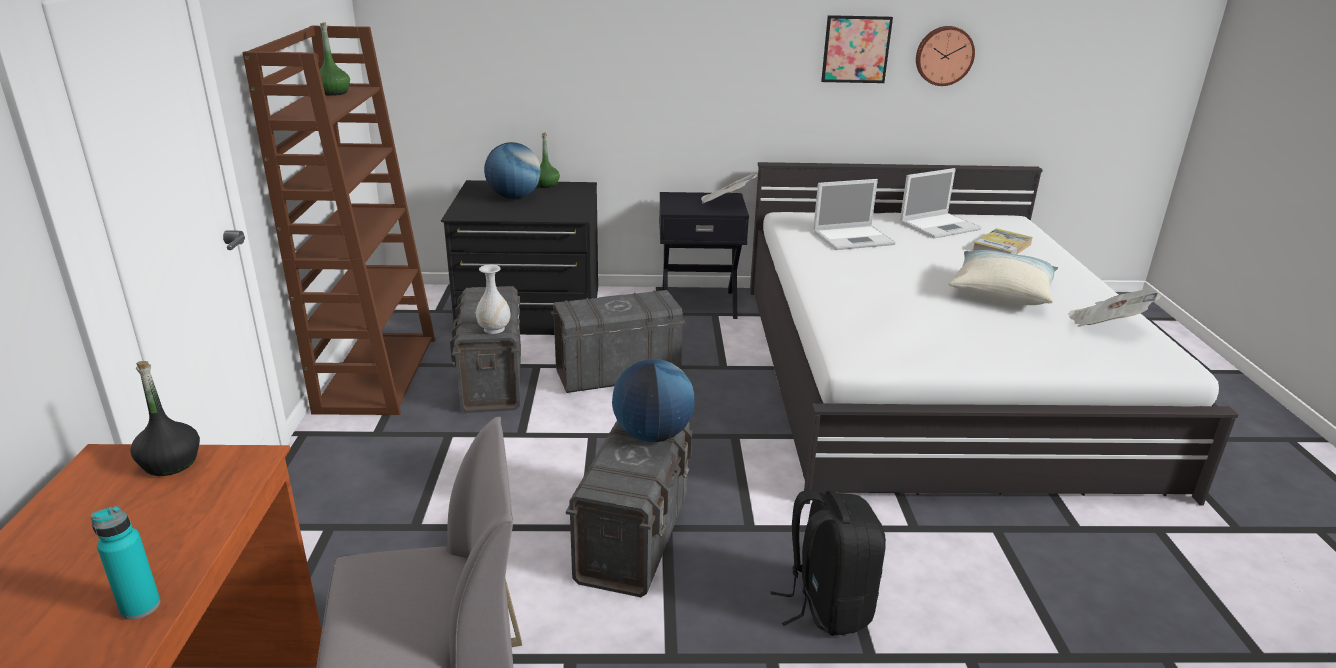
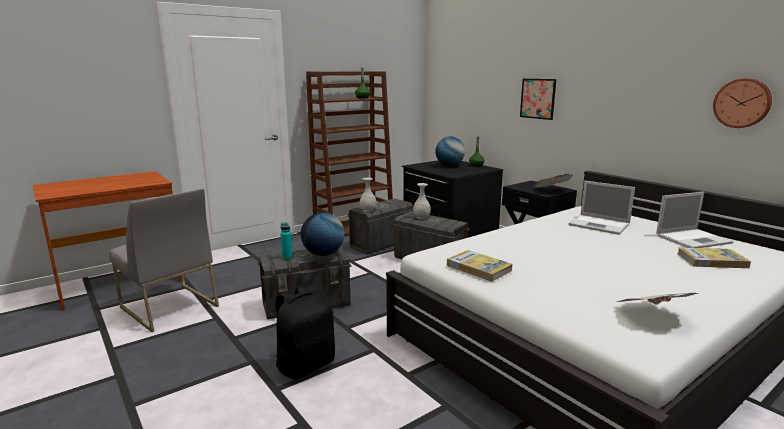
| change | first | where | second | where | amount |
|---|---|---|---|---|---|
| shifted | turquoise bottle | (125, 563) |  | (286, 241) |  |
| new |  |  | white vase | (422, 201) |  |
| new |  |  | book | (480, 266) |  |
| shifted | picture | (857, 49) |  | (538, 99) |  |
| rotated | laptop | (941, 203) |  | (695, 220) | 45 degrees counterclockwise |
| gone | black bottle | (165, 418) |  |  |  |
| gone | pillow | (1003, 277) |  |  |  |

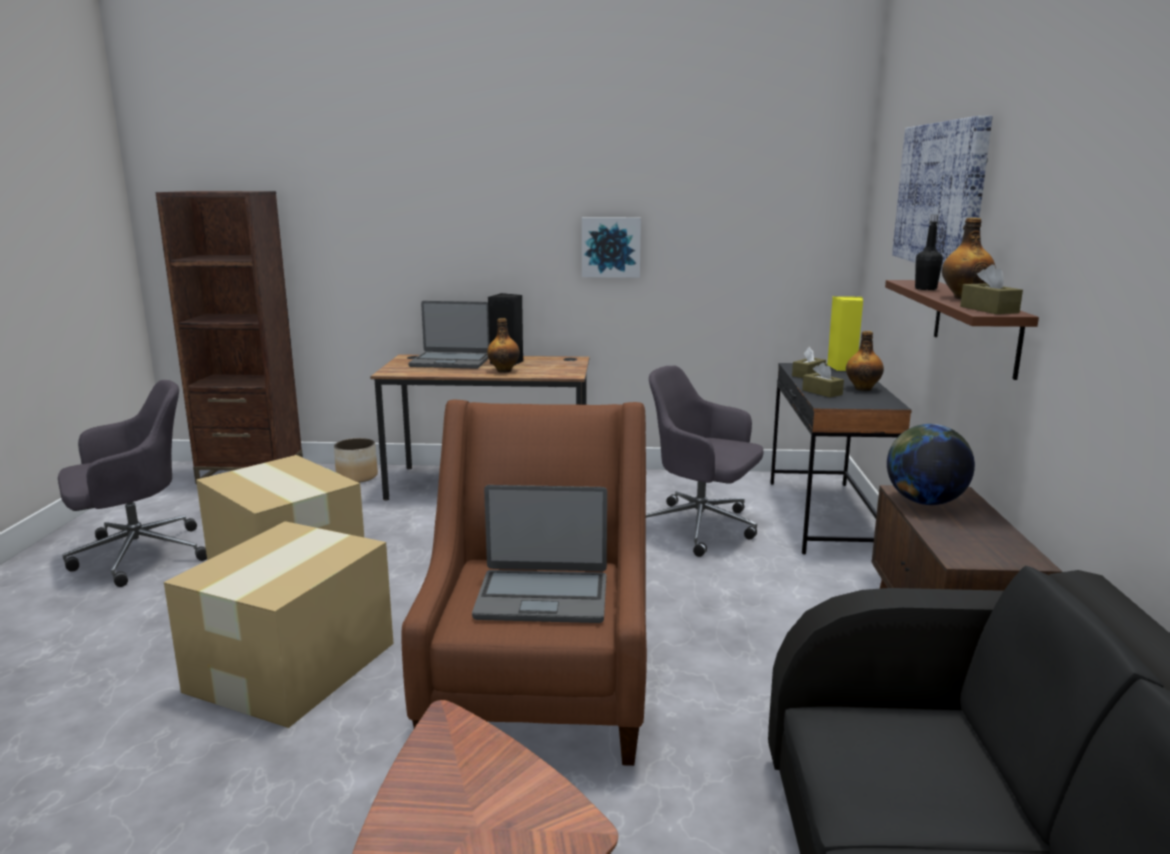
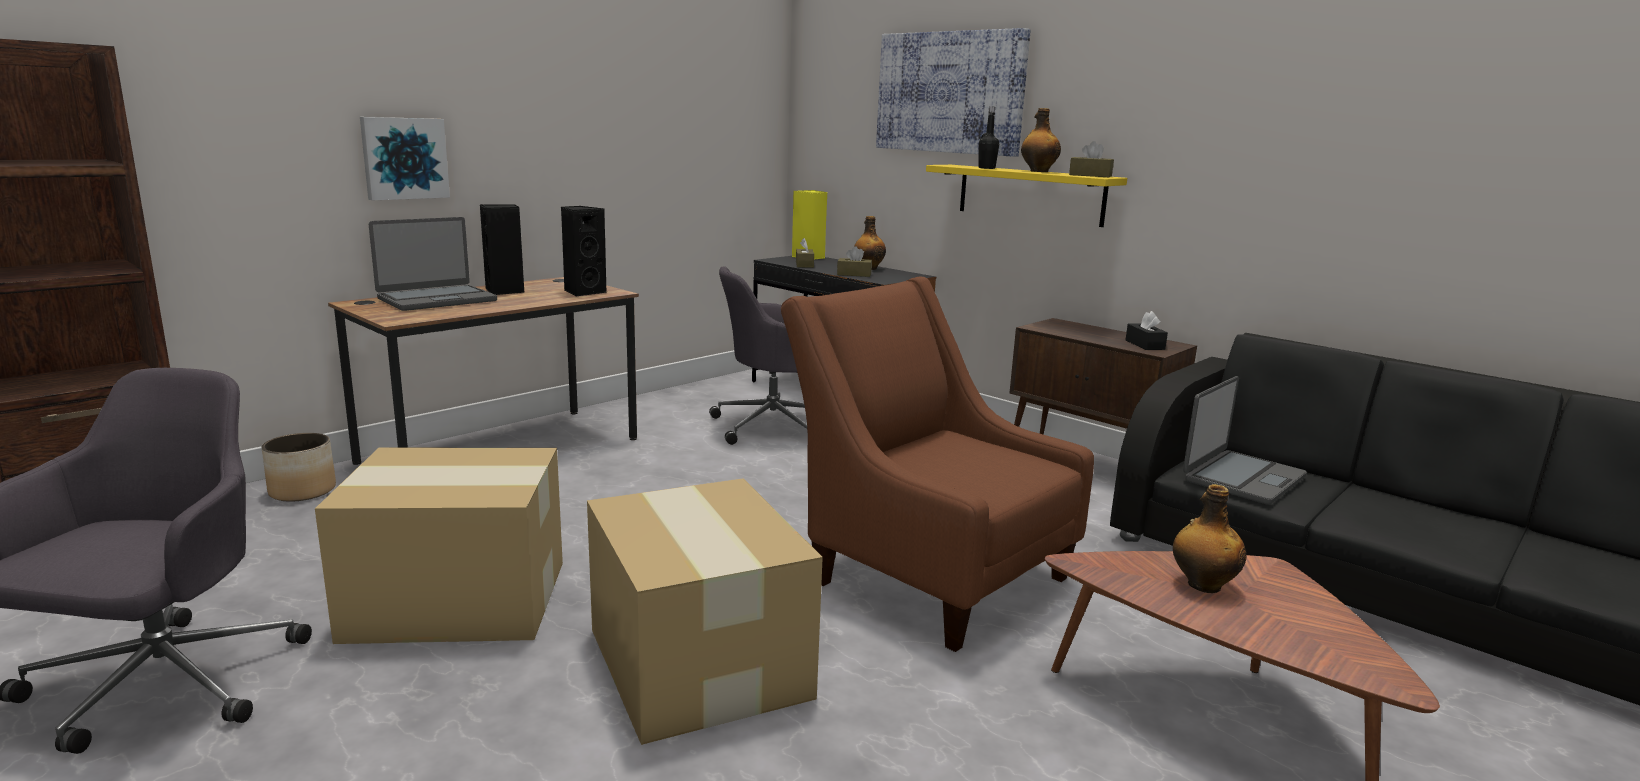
| change | first | where | second | where | amount |
|---|---|---|---|---|---|
| shifted | picture | (611, 247) |  | (405, 158) |  |
| new |  |  | black speaker | (584, 251) |  |
| repainted | brown shelf | (962, 330) | yellow shelf | (1026, 196) |  |
| new |  |  | black tissue box | (1147, 330) |  |
| shifted | bottle | (503, 345) |  | (1210, 538) |  |
| shifted | laptop | (539, 554) |  | (1245, 440) |  |
| gone | globe | (931, 464) |  |  |  |

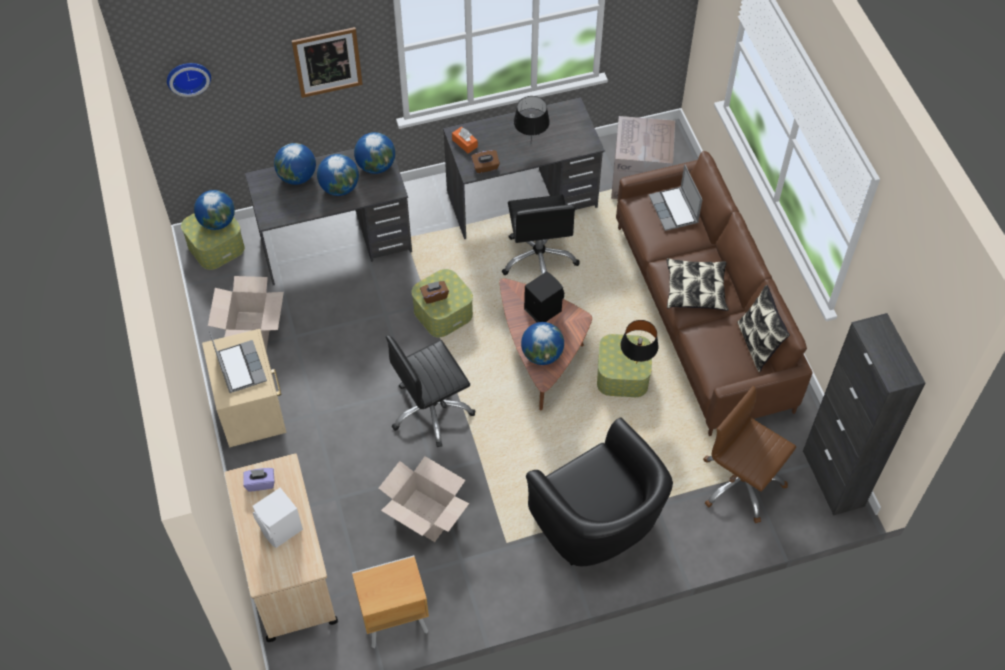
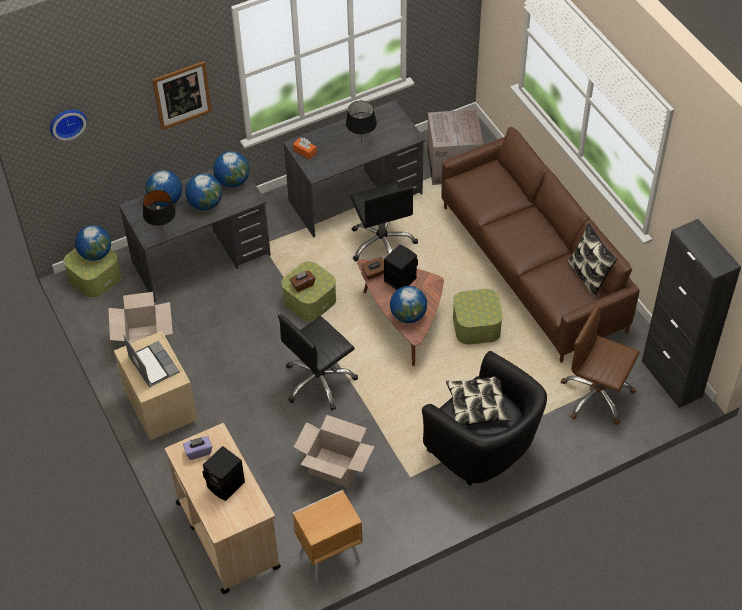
| change | first | where | second | where | amount |
|---|---|---|---|---|---|
| shifted | black table lamp | (639, 342) |  | (159, 210) |  |
| repainted | white speaker | (278, 518) | black speaker | (224, 473) |  |
| shifted | brown tissue box | (485, 161) |  | (372, 268) |  |
| shifted | pillow | (698, 284) |  | (479, 401) |  |
| gone | laptop | (676, 197) |  |  |  |

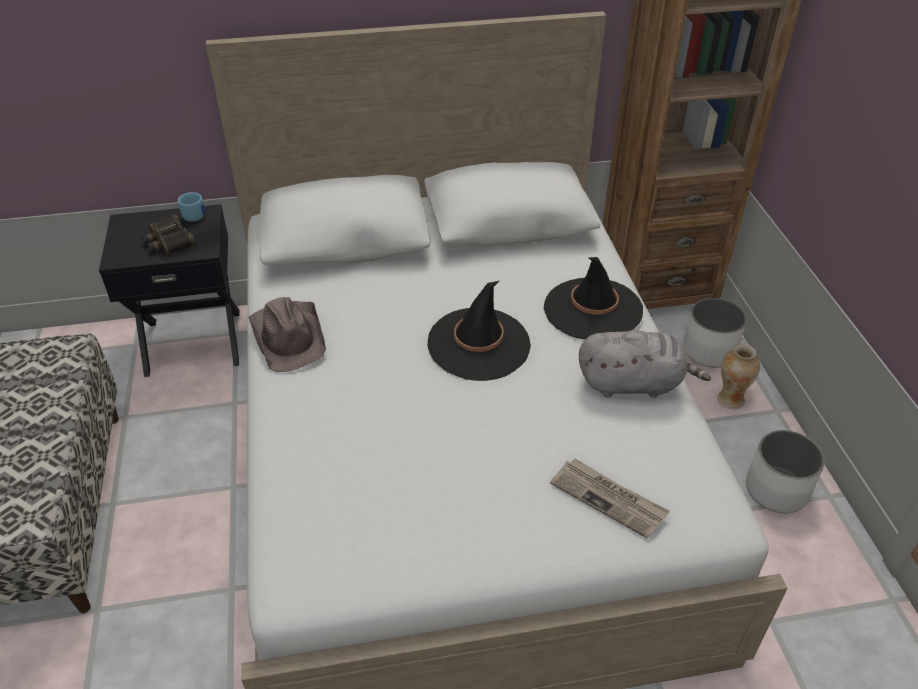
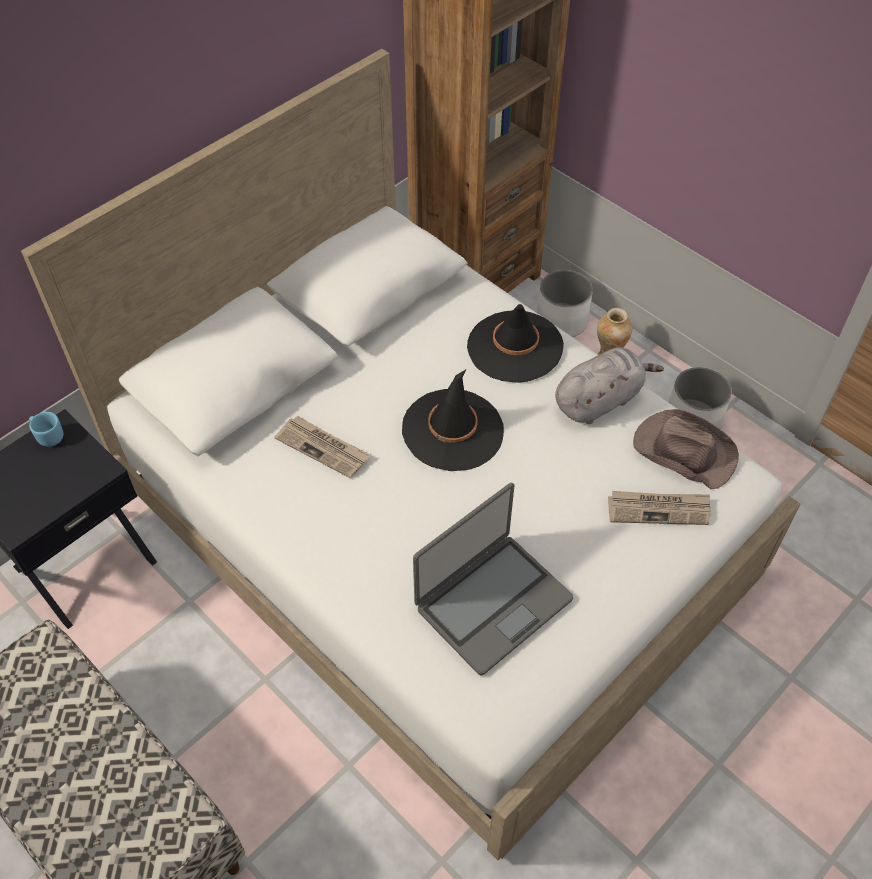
| change | first | where | second | where | amount |
|---|---|---|---|---|---|
| new |  |  | newspaper | (322, 447) |  |
| new |  |  | laptop | (493, 579) |  |
| shifted | brown hat | (287, 334) |  | (686, 449) |  |
| gone | binoculars | (168, 234) |  |  |  |

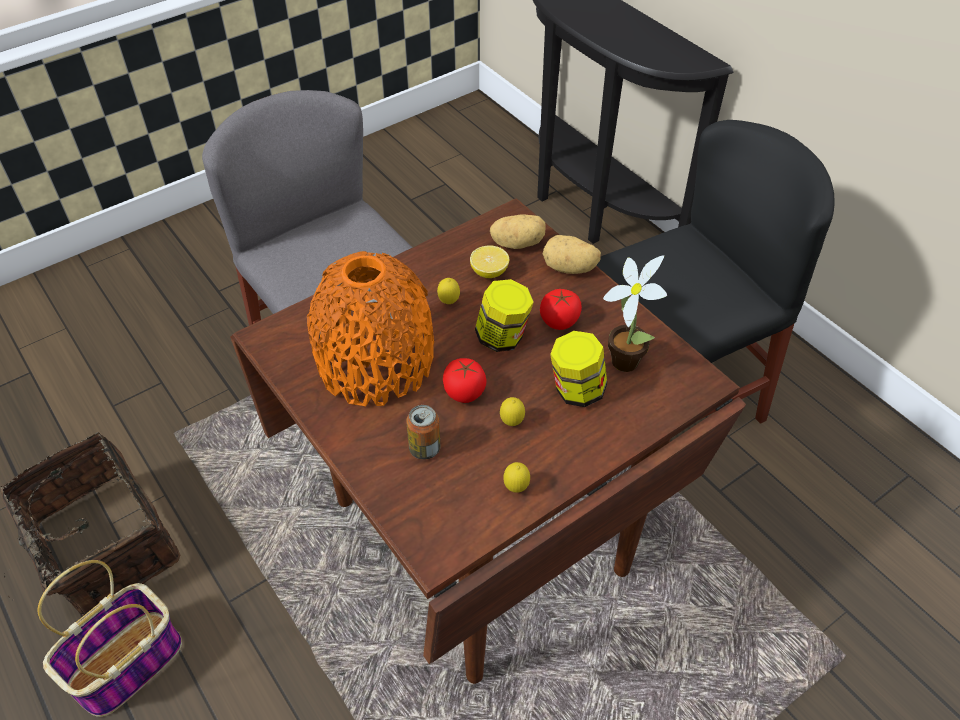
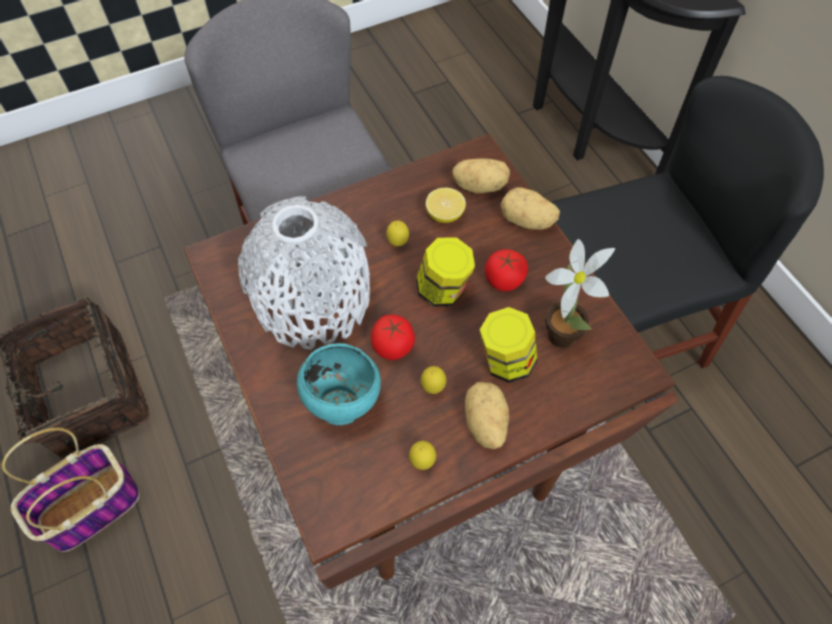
| change | first | where | second | where | amount |
|---|---|---|---|---|---|
| repainted | orange vase | (370, 328) | white vase | (304, 273) |  |
| swapped | can | (423, 432) | turquoise bowl | (339, 384) |  |
| new |  |  | potato | (487, 415) |  |

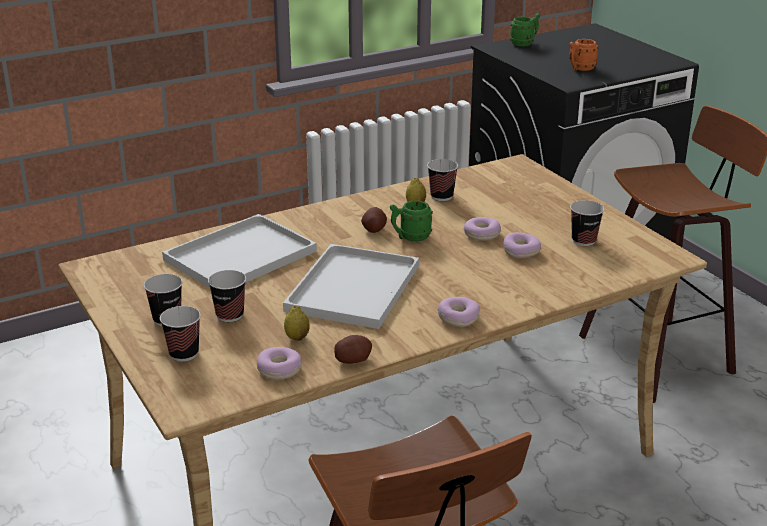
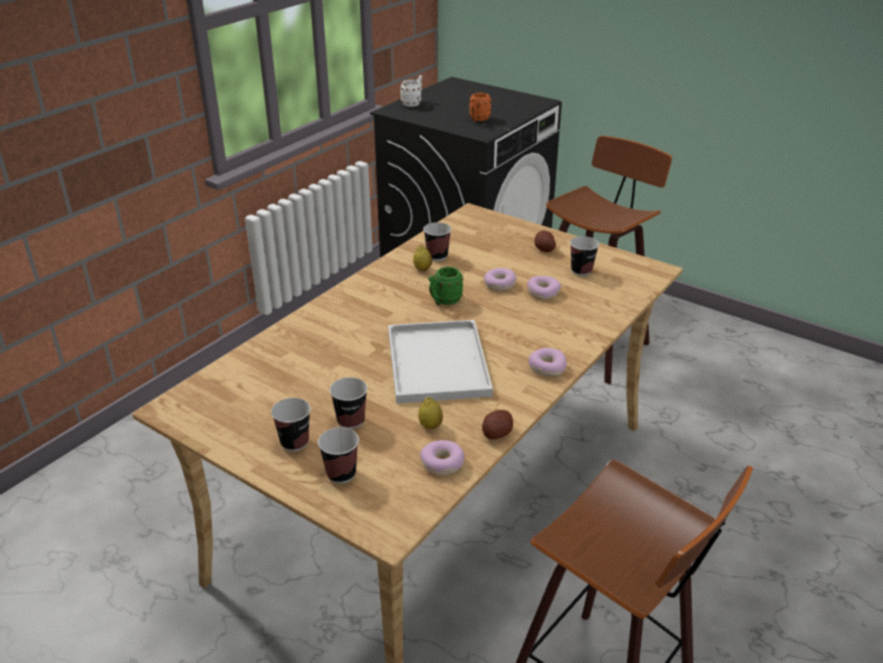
| change | first | where | second | where | amount |
|---|---|---|---|---|---|
| repainted | green mug | (525, 30) | white mug | (411, 91) |  |
| shifted | potato | (374, 220) |  | (545, 241) |  |
| gone | white tray | (239, 251) |  |  |  |

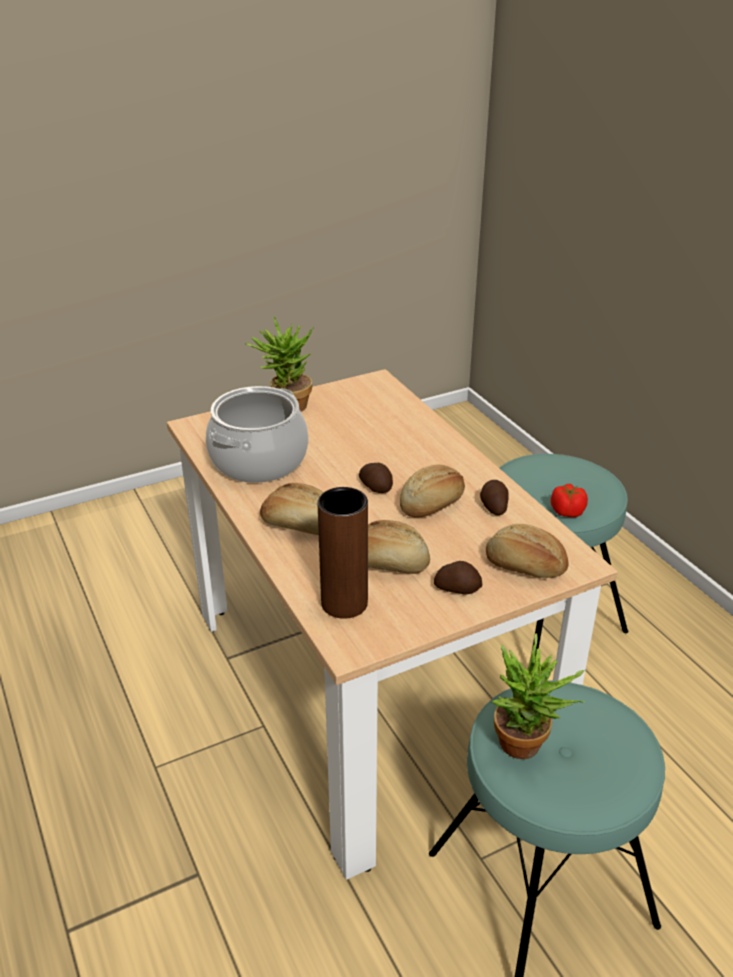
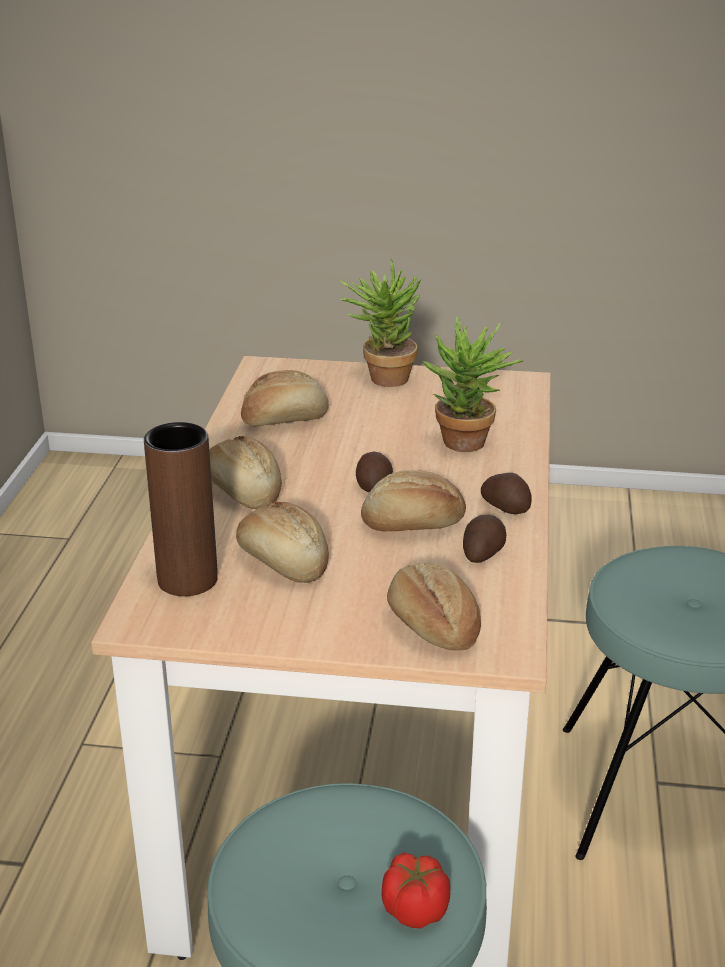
| change | first | where | second | where | amount |
|---|---|---|---|---|---|
| swapped | cooking pot | (257, 434) | bread | (285, 398) |  |
| shifted | tomato | (569, 500) |  | (415, 890) |  |
| shifted | potted plant | (538, 696) |  | (473, 384) |  |
| shifted | potato | (458, 578) |  | (506, 493) |  |

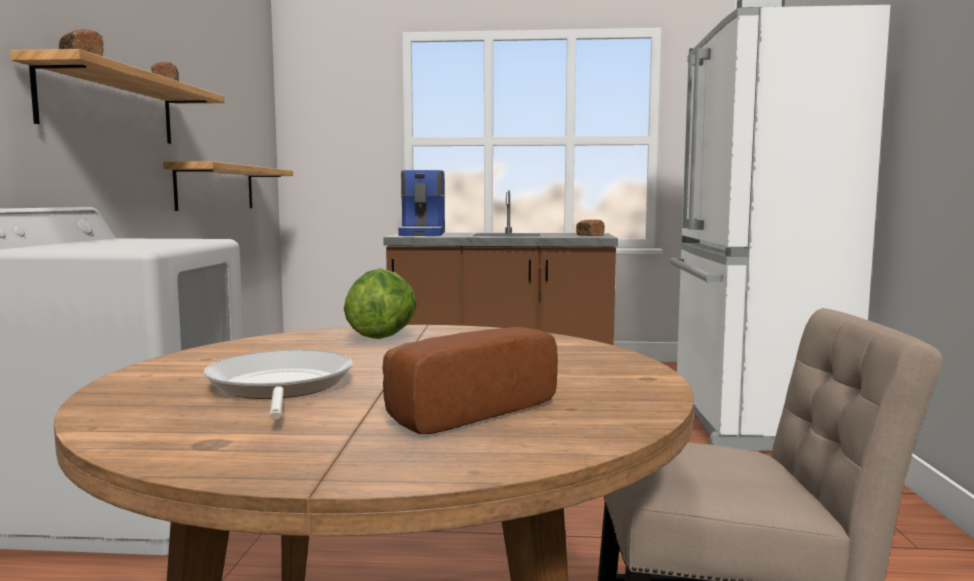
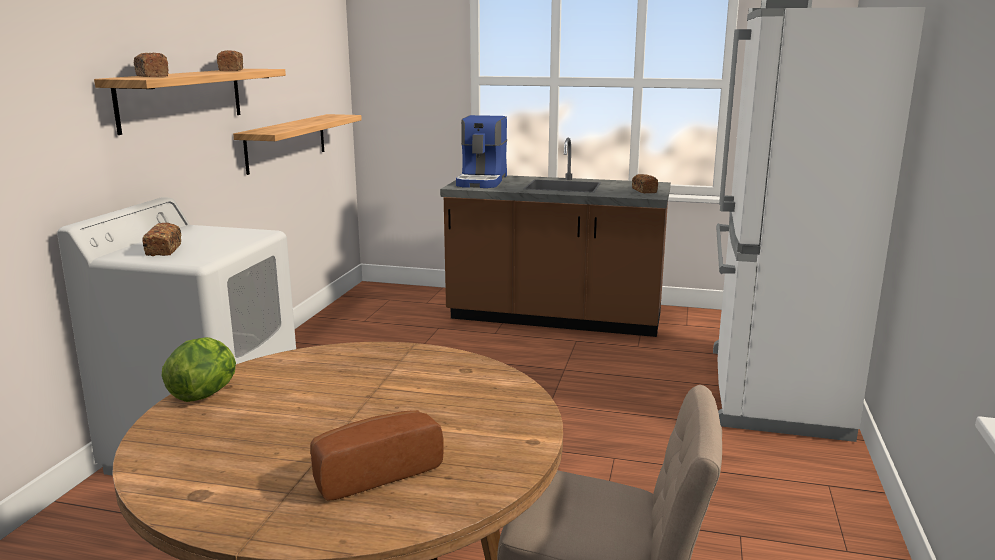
| change | first | where | second | where | amount |
|---|---|---|---|---|---|
| new |  |  | bread | (161, 239) |  |
| shifted | lettuce | (380, 303) |  | (199, 369) |  |
| gone | frying pan | (278, 384) |  |  |  |

